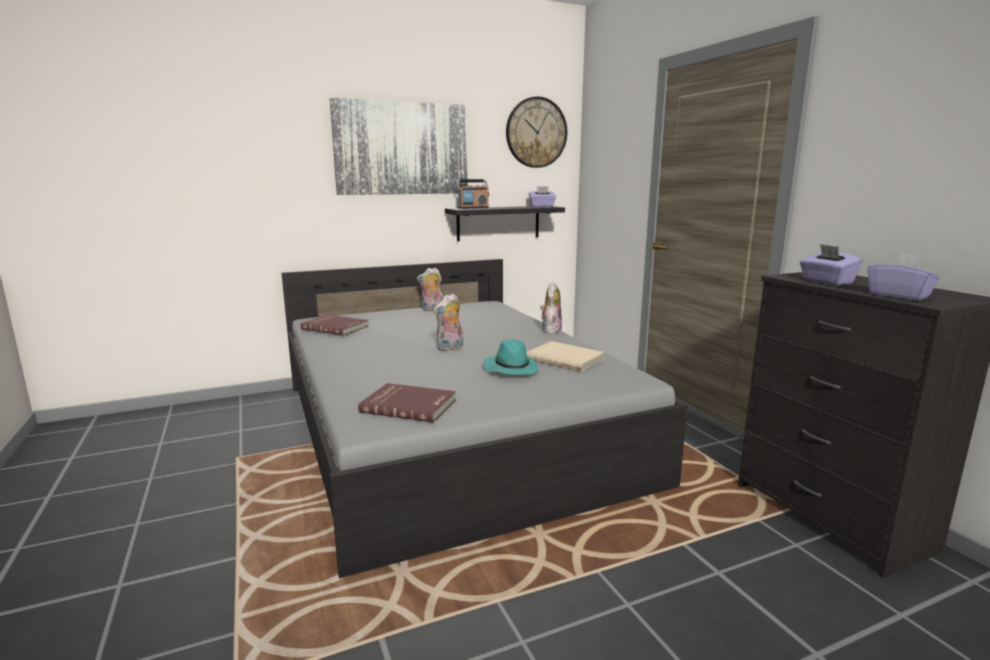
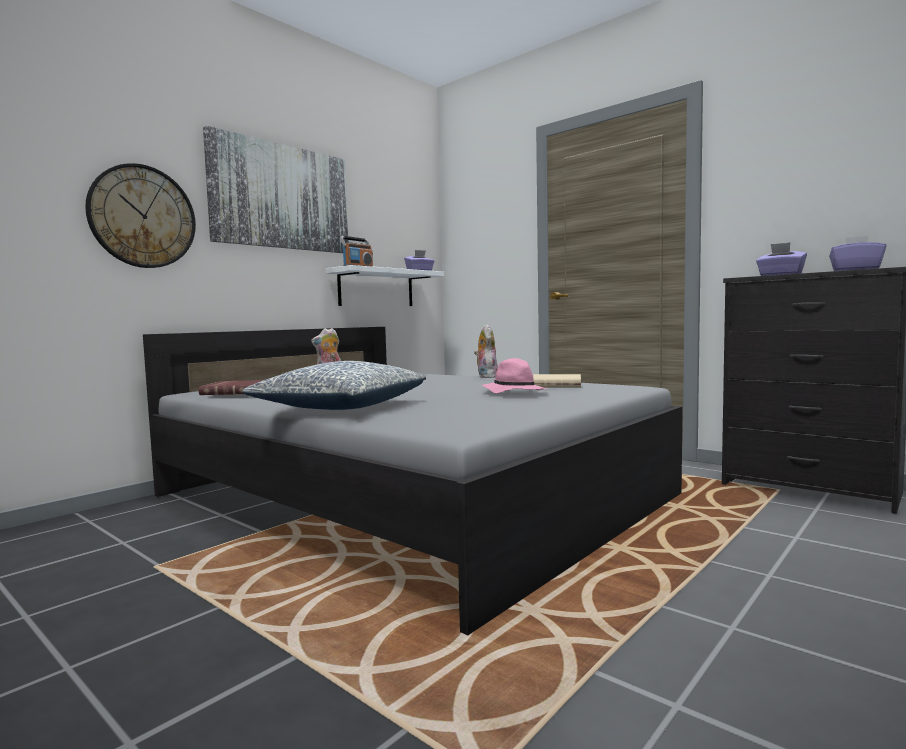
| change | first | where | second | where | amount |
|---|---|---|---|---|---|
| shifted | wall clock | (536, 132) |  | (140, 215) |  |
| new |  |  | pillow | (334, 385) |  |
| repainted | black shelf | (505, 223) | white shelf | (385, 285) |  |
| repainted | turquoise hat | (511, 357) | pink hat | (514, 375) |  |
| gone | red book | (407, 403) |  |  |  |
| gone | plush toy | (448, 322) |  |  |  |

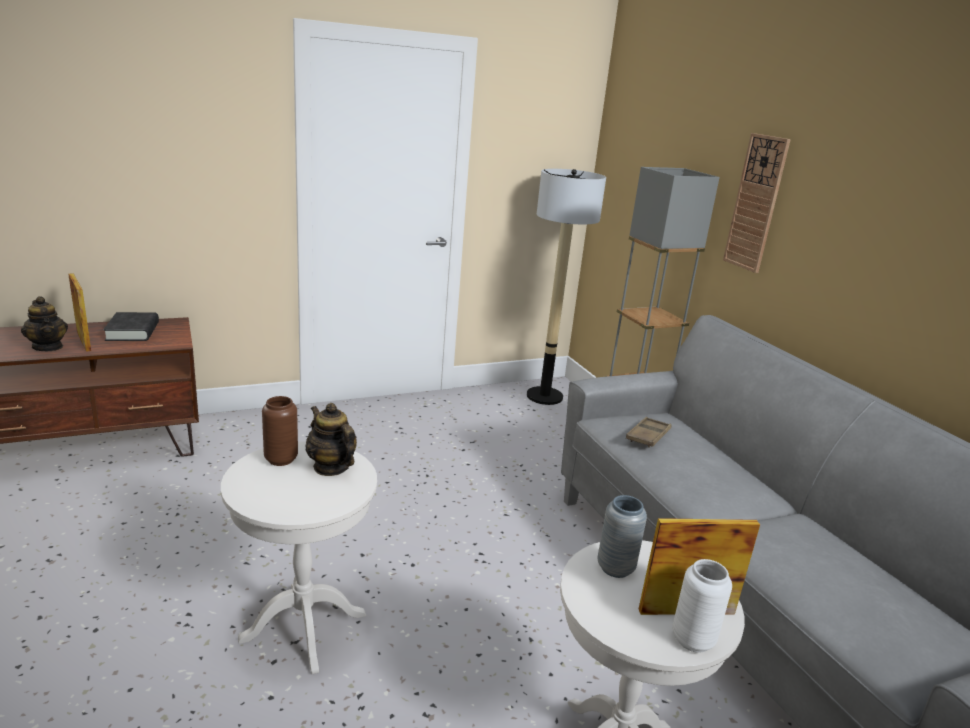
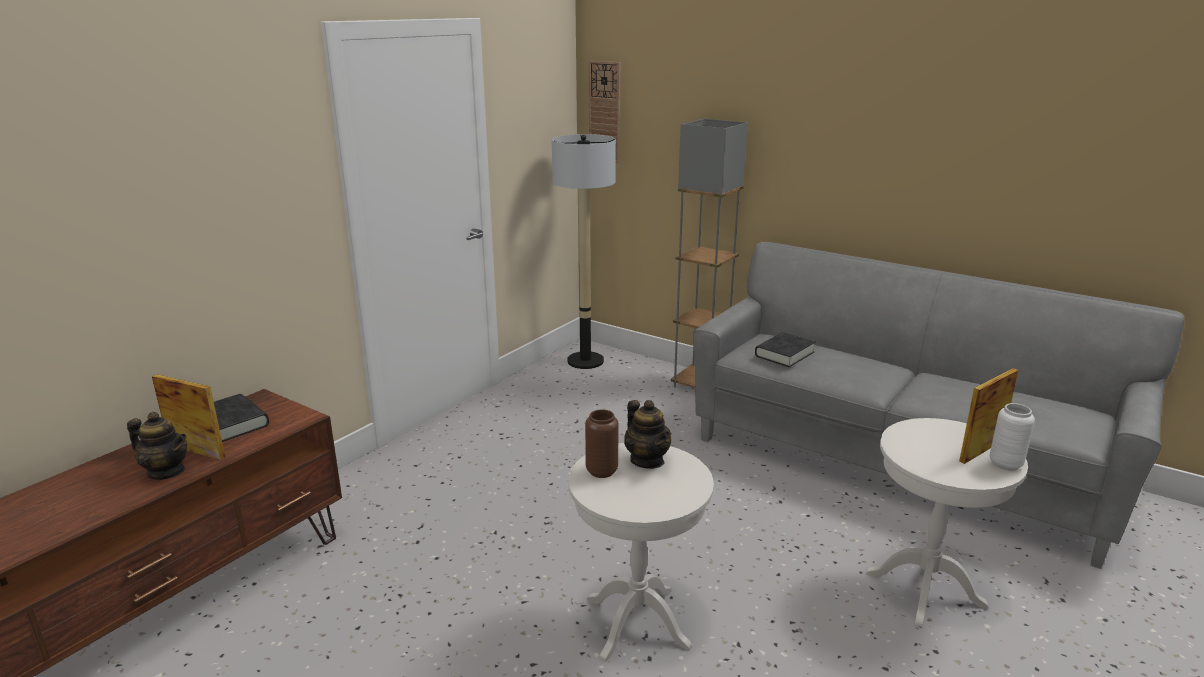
| change | first | where | second | where | amount |
|---|---|---|---|---|---|
| shifted | wall clock | (757, 203) |  | (605, 112) |  |
| rotated | teapot | (331, 439) |  | (648, 434) | 135 degrees counterclockwise |
| swapped | brown tray | (649, 432) | black book | (785, 349) |  |
| gone | grey vase | (622, 536) |  |  |  |

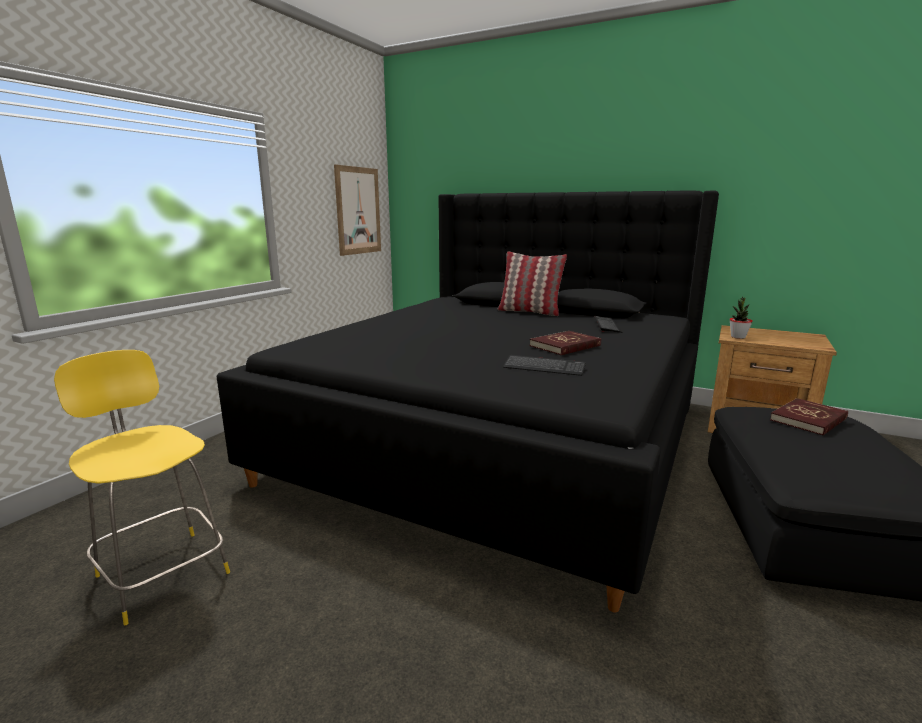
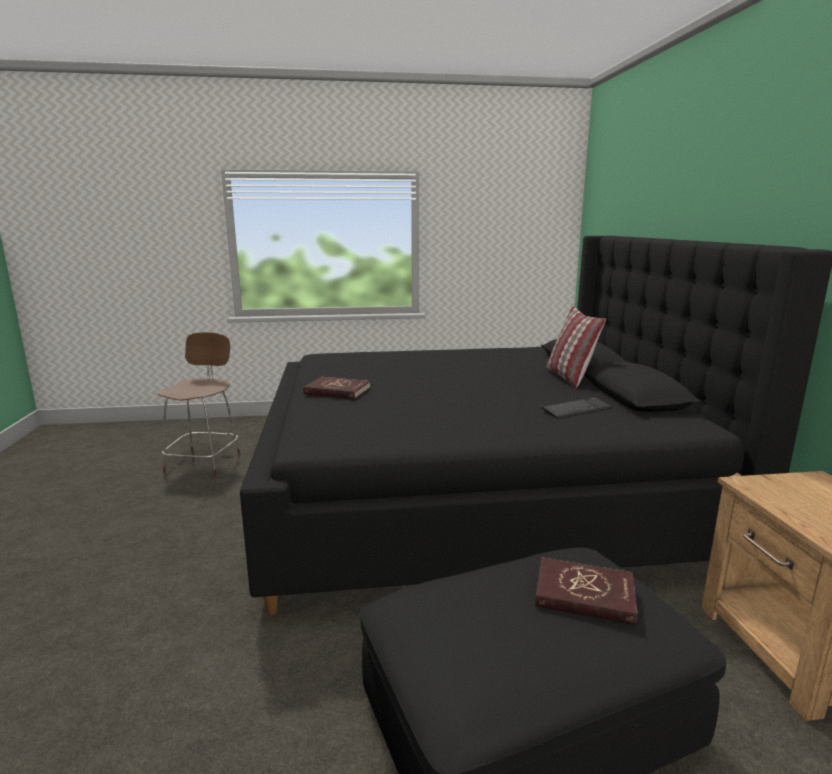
| change | first | where | second | where | amount |
|---|---|---|---|---|---|
| repainted | yellow chair | (142, 488) | brown chair | (199, 404) |  |
| shifted | red book | (565, 343) |  | (336, 388) |  |
| gone | picture | (357, 210) |  |  |  |
| gone | keyboard | (544, 365) |  |  |  |
| gone | potted plant | (741, 317) |  |  |  |

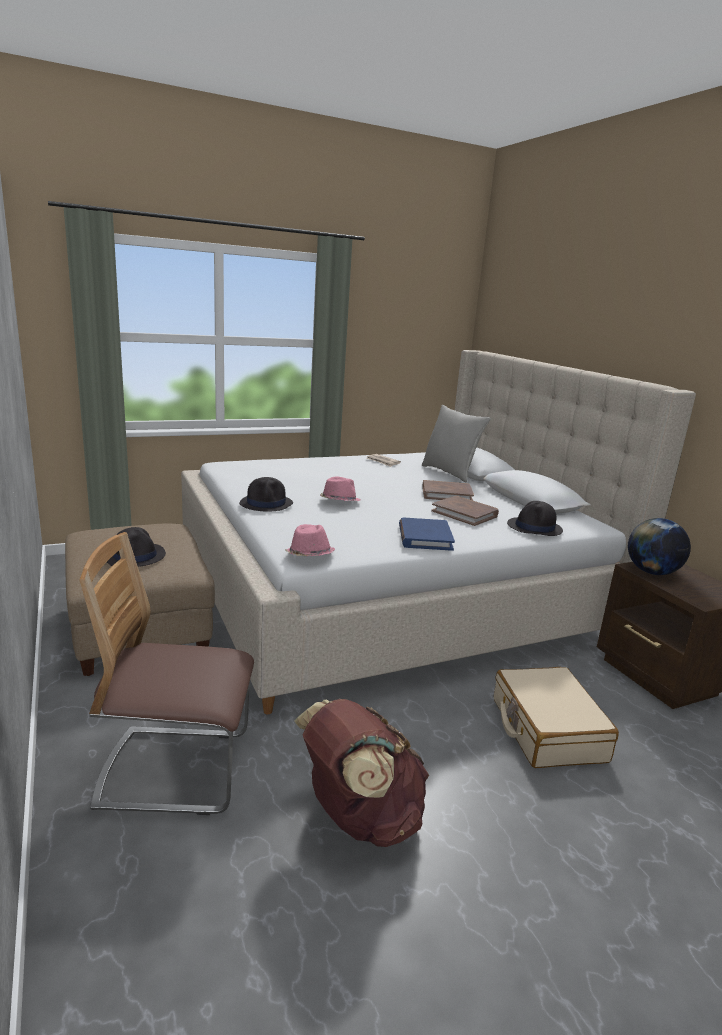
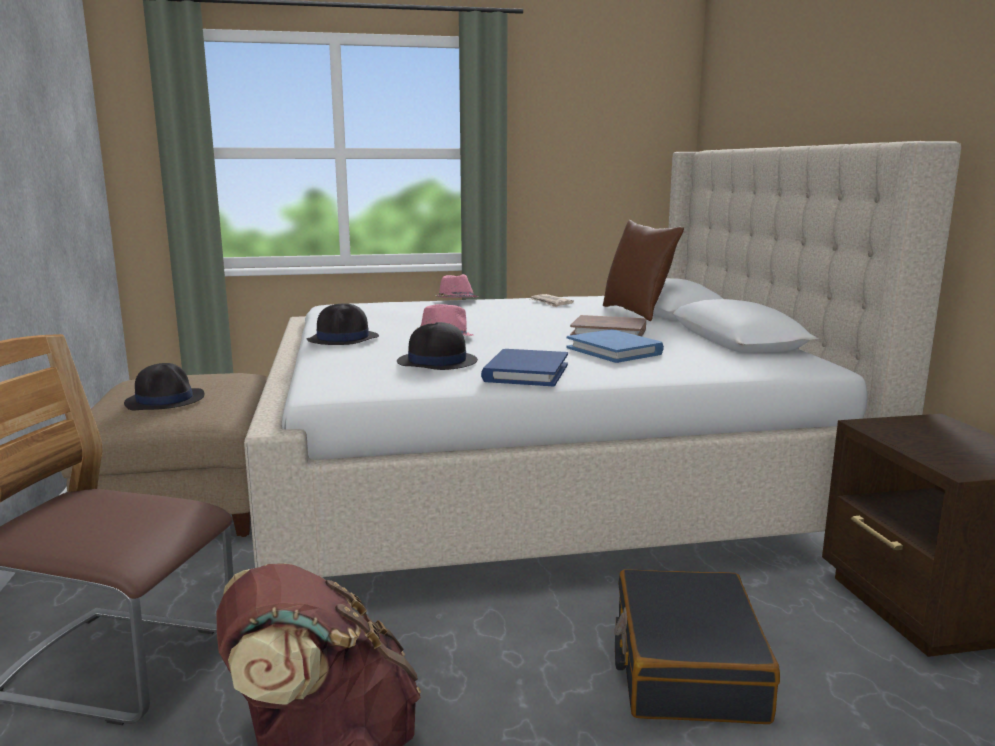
| change | first | where | second | where | amount |
|---|---|---|---|---|---|
| shifted | black hat | (535, 518) |  | (437, 346) |  |
| shifted | pink hat | (310, 540) |  | (457, 286) |  |
| repainted | brown book | (465, 511) | blue book | (615, 346) |  |
| repainted | grey pillow | (456, 443) | brown pillow | (643, 270) |  |
| repainted | beige suitcase | (556, 717) | black suitcase | (697, 646) |  |
| gone | globe | (659, 546) |  |  |  |

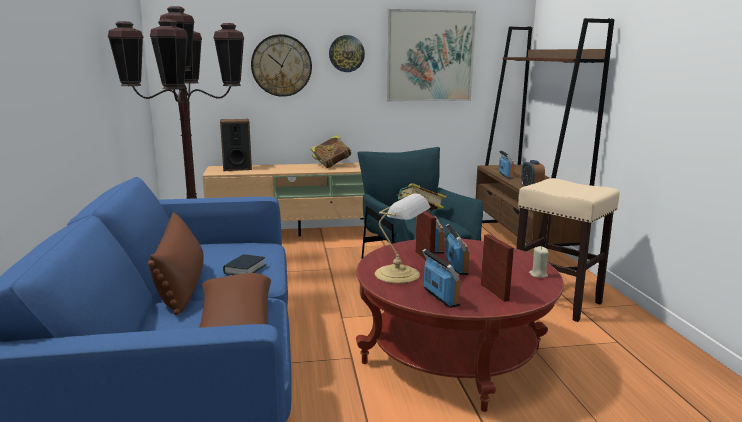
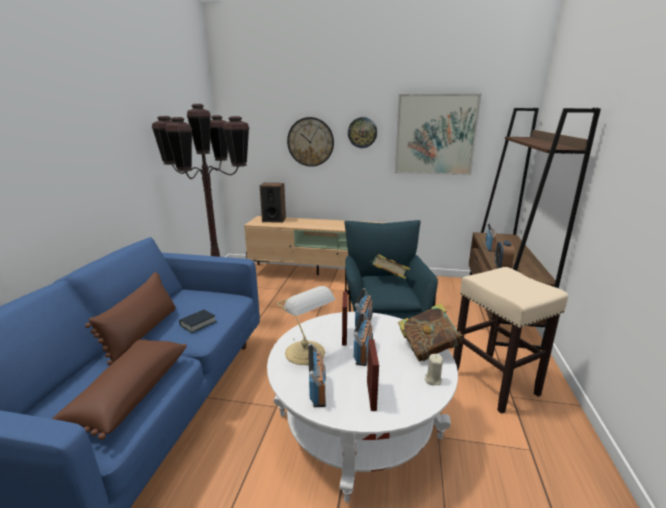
| change | first | where | second | where | amount |
|---|---|---|---|---|---|
| repainted | red coffee table | (460, 325) | white coffee table | (362, 407) |  |
| shifted | book | (331, 151) |  | (431, 332) |  |

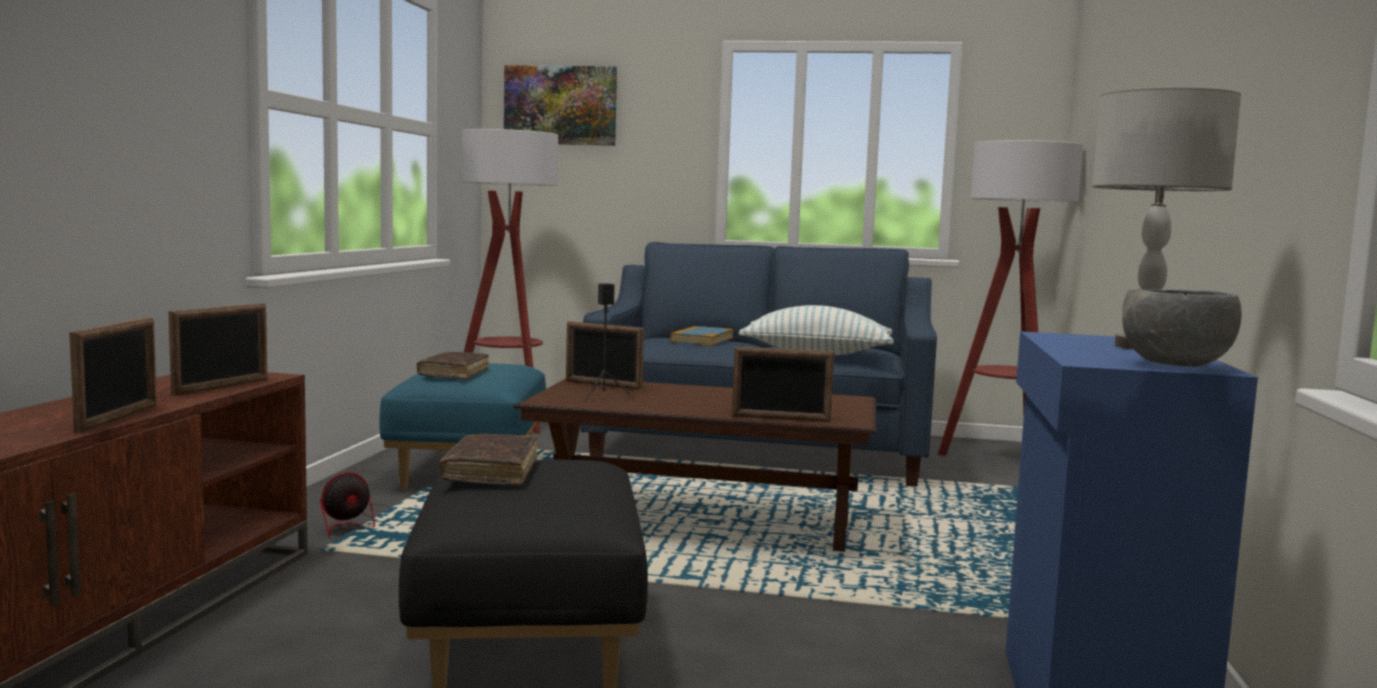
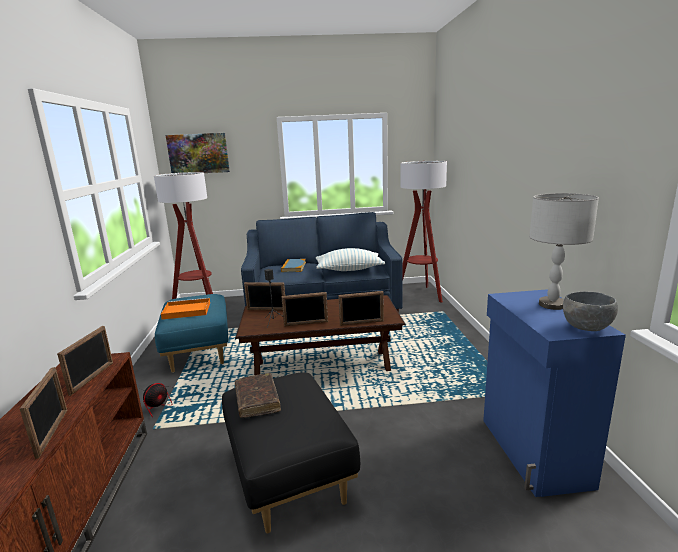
| change | first | where | second | where | amount |
|---|---|---|---|---|---|
| swapped | brown book | (453, 366) | orange tray | (185, 308) |  |
| new |  |  | picture frame | (304, 309) |  |

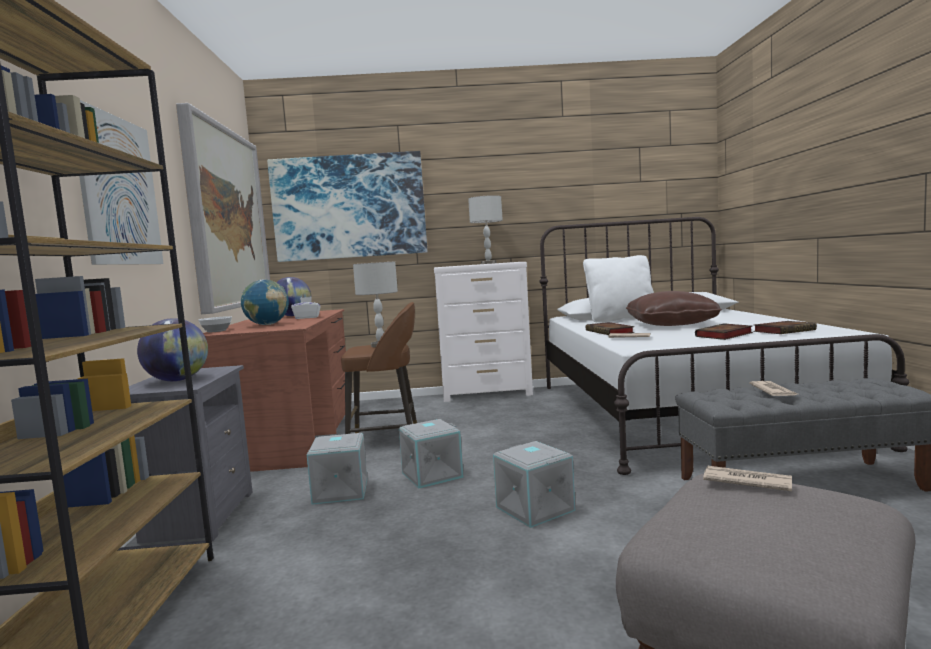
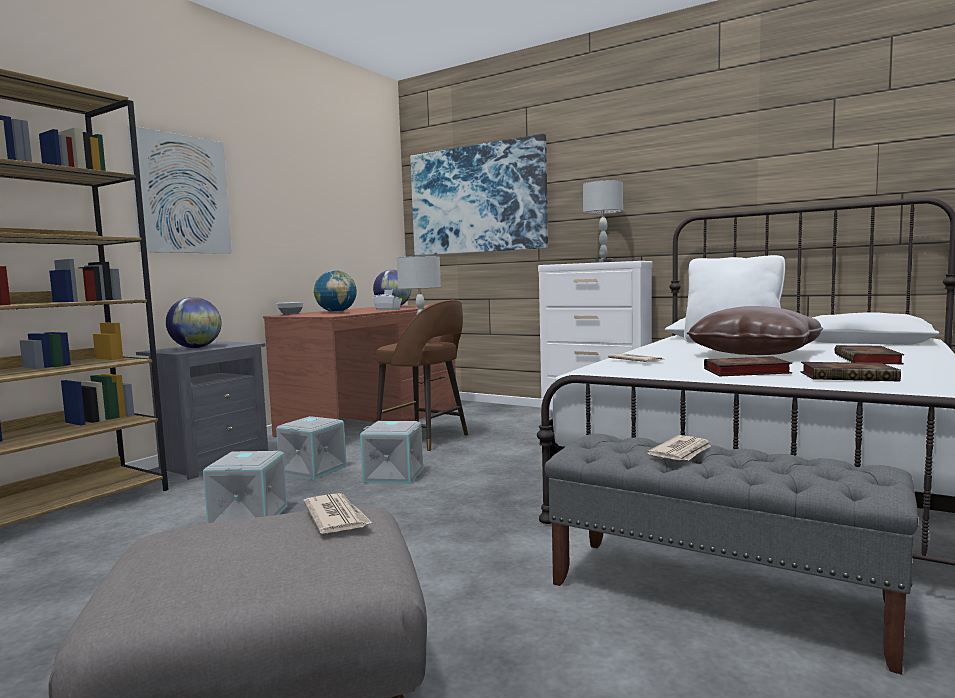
| change | first | where | second | where | amount |
|---|---|---|---|---|---|
| shifted | grey storage box | (534, 484) |  | (245, 487) |  |
| shifted | book | (610, 328) |  | (869, 354) |  |
| gone | picture | (223, 208) |  |  |  |

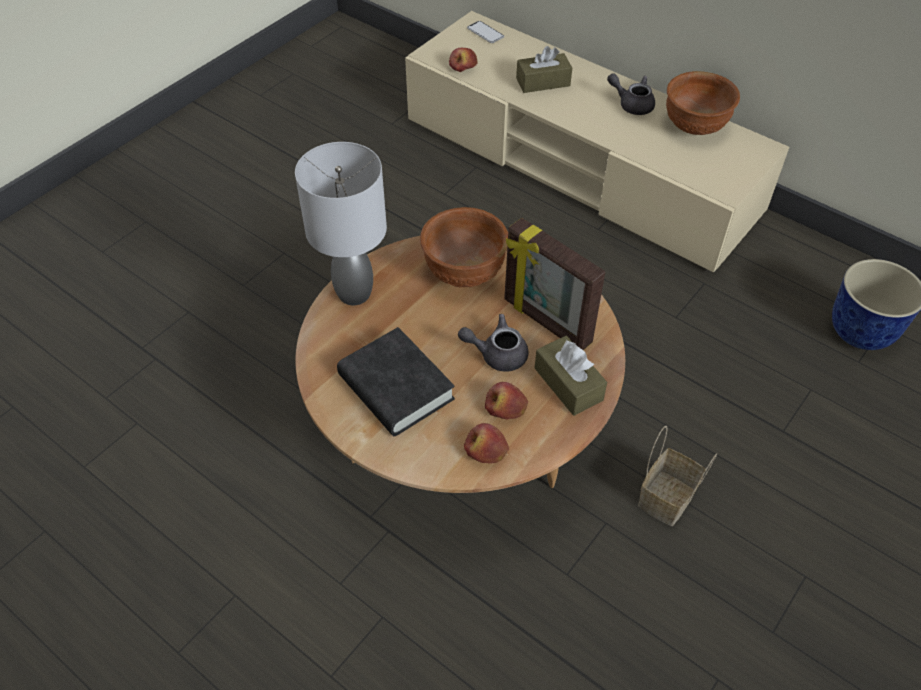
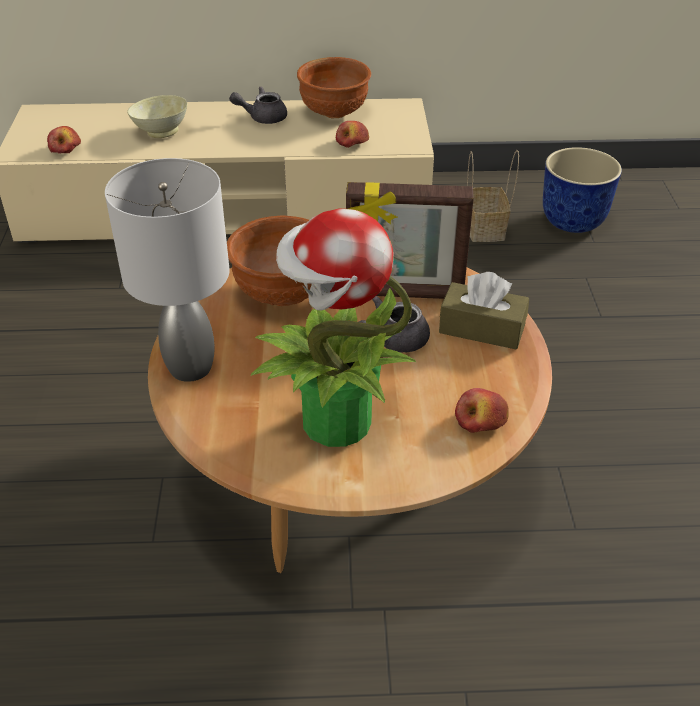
| change | first | where | second | where | amount |
|---|---|---|---|---|---|
| swapped | brown tissue box | (544, 69) | beige bowl | (157, 116) |  |
| swapped | black book | (396, 381) | potted plant | (334, 328) |  |
| shifted | apple | (506, 400) |  | (352, 134) |  |
| shifted | basket | (677, 476) |  | (493, 196) |  |
| gone | phone | (485, 32) |  |  |  |

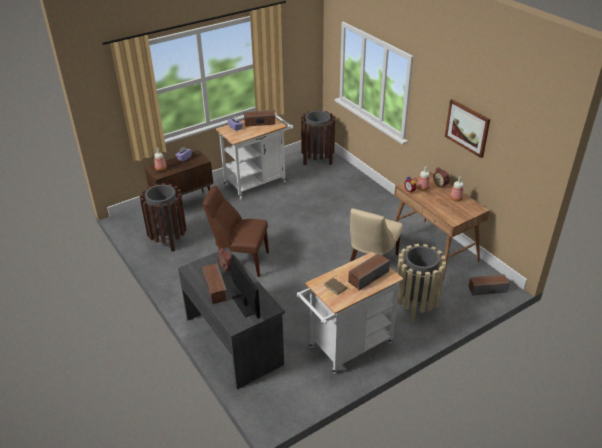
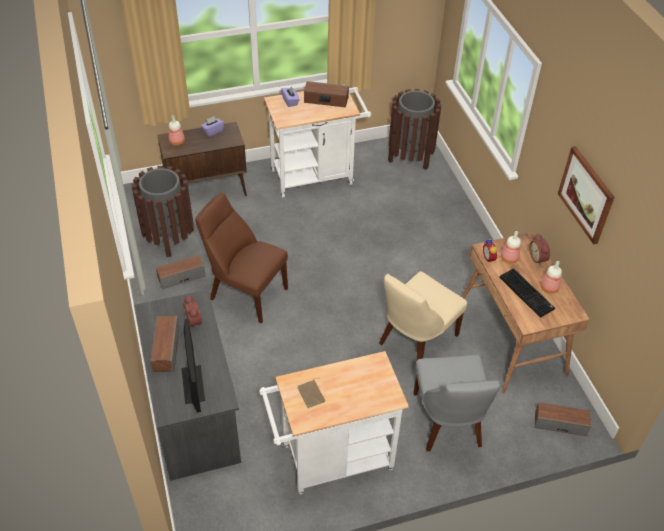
| change | first | where | second | where | amount |
|---|---|---|---|---|---|
| shifted | speaker | (369, 271) |  | (180, 272) |  |
| swapped | beige trash can | (421, 283) | grey chair | (456, 403) |  |
| new |  |  | keyboard | (527, 293) |  |

